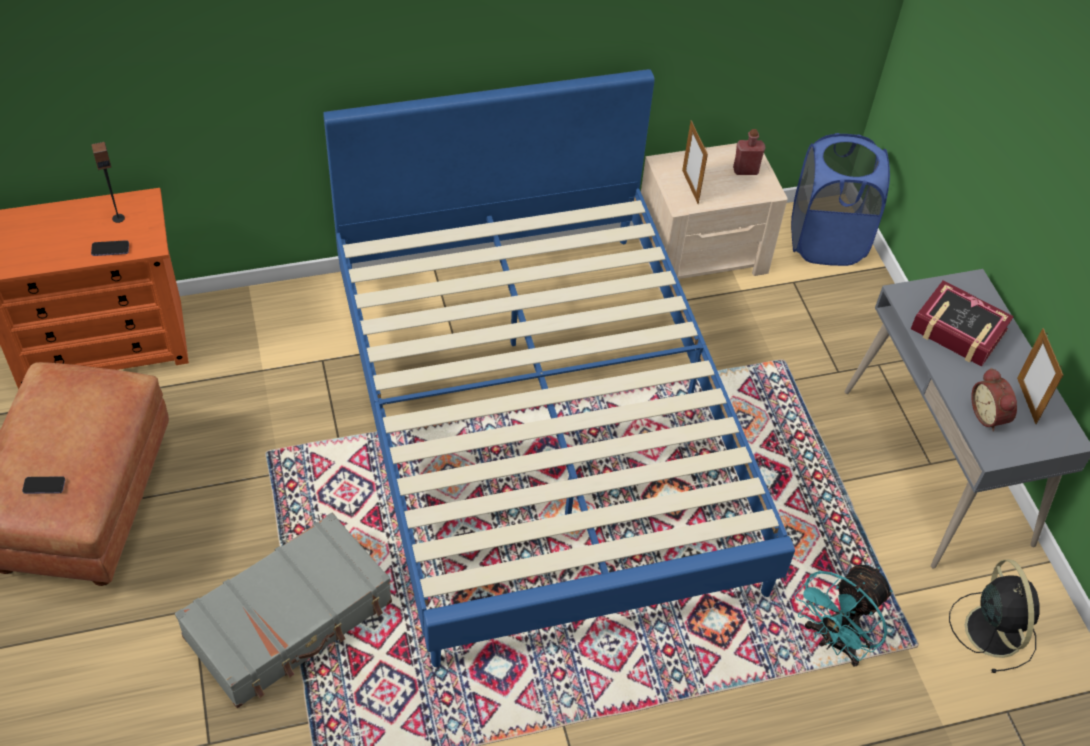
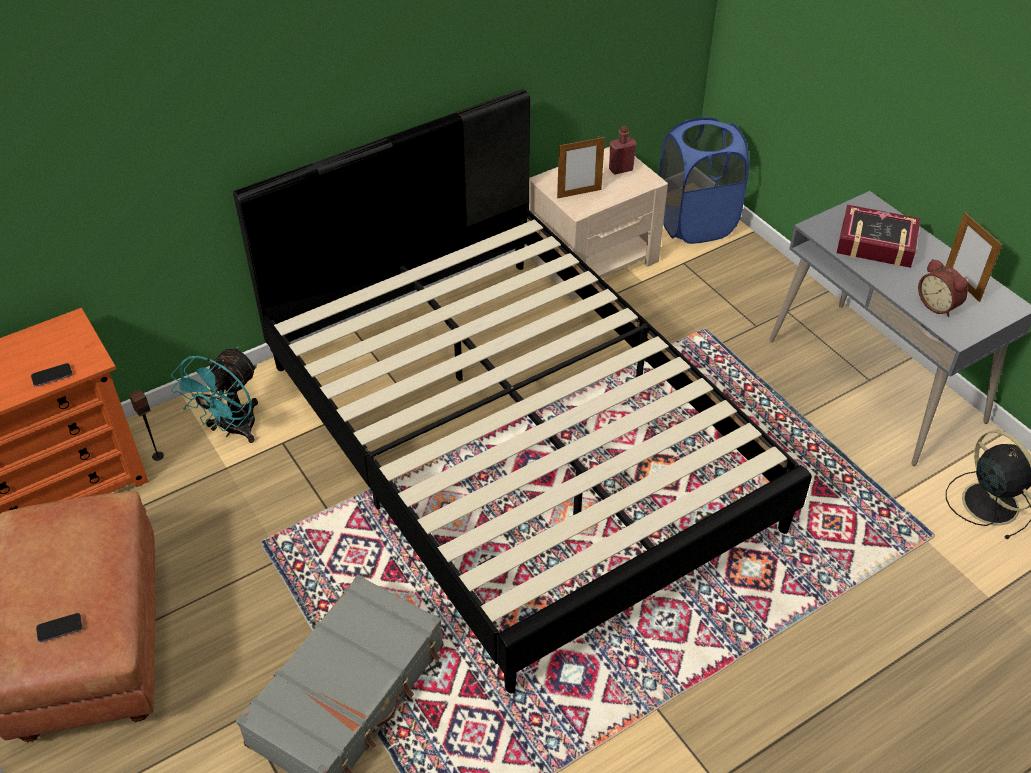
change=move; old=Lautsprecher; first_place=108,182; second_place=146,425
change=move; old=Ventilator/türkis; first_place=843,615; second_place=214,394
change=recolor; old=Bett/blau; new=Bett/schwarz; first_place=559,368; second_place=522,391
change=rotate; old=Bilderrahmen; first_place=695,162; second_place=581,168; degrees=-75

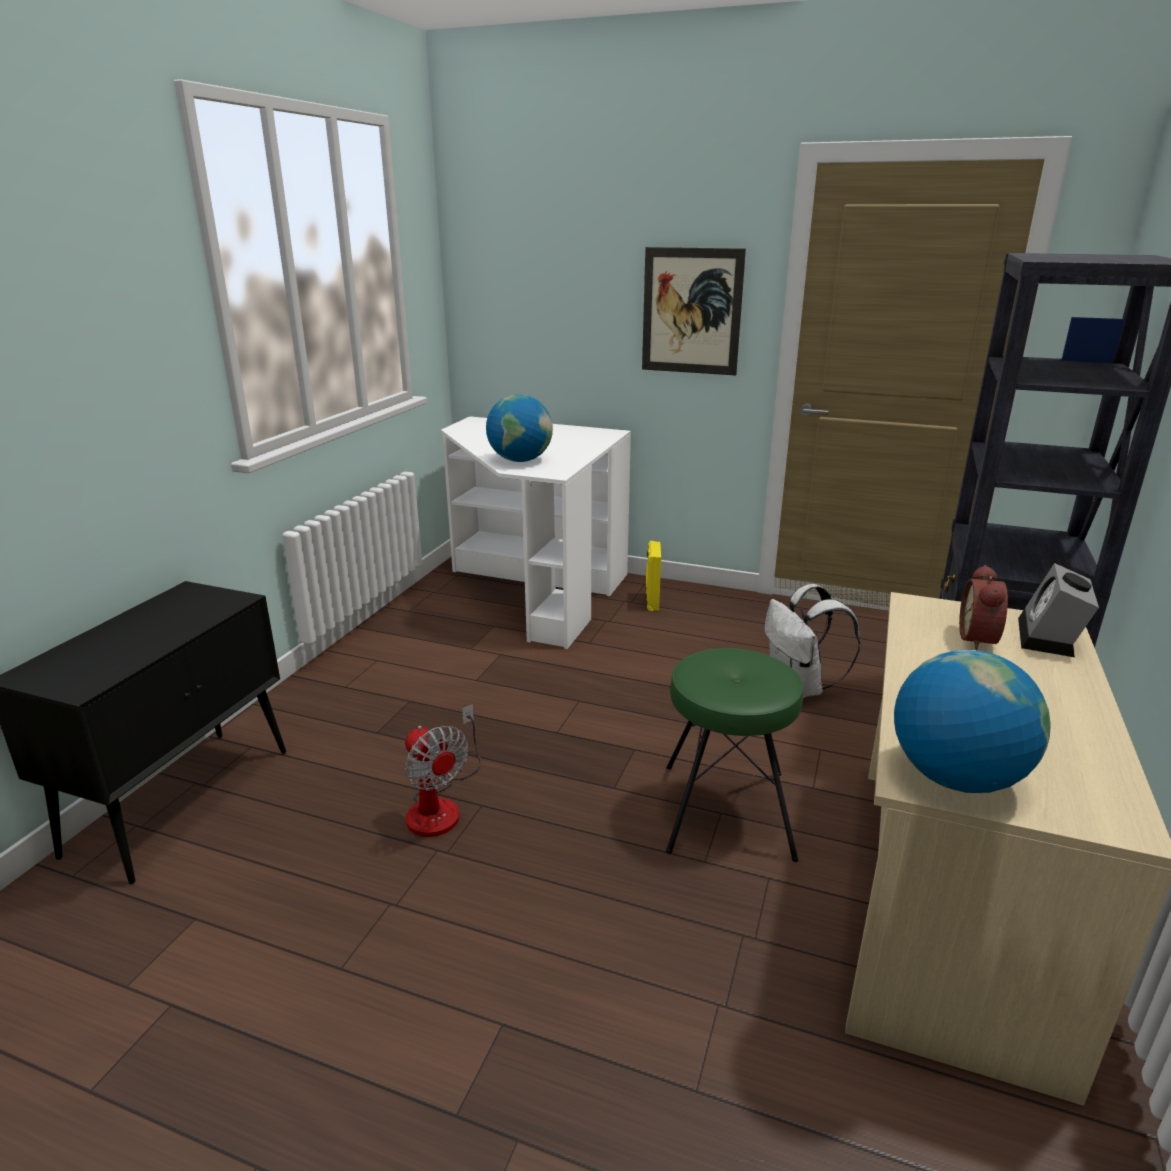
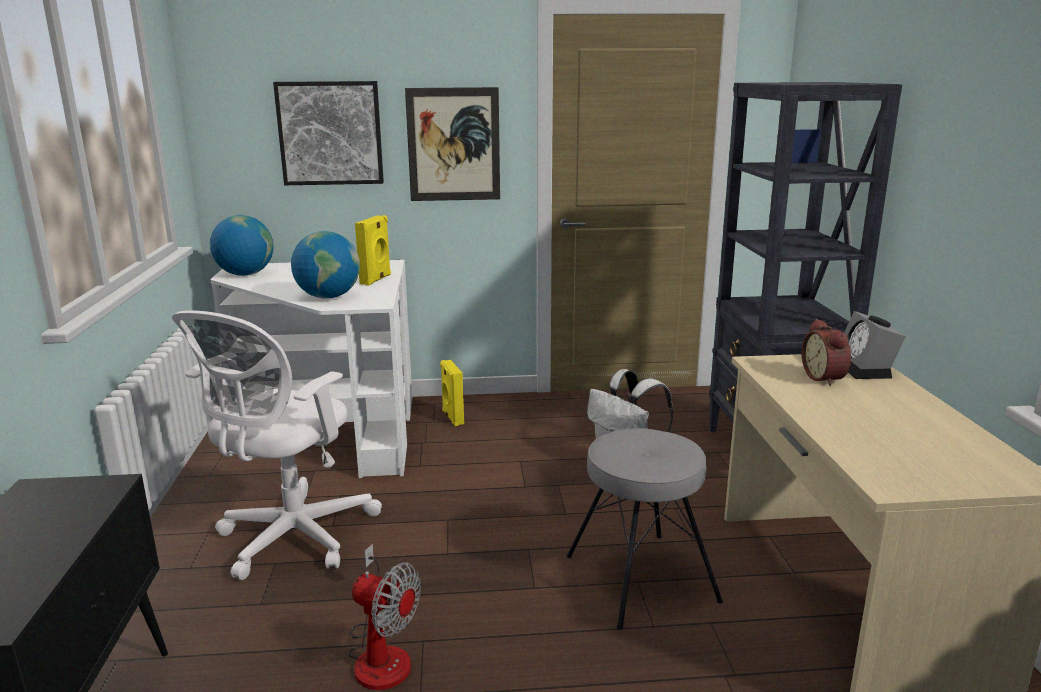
change=insert; new=Bürostuhl/weiß; second_place=277,445
change=insert; new=Bild; second_place=328,133
change=insert; new=Lautsprecher/gelb; second_place=373,250
change=move; old=Globus; first_place=972,721; second_place=241,245
change=recolor; old=Hocker/grün; new=Hocker/grau; first_place=734,755; second_place=644,529

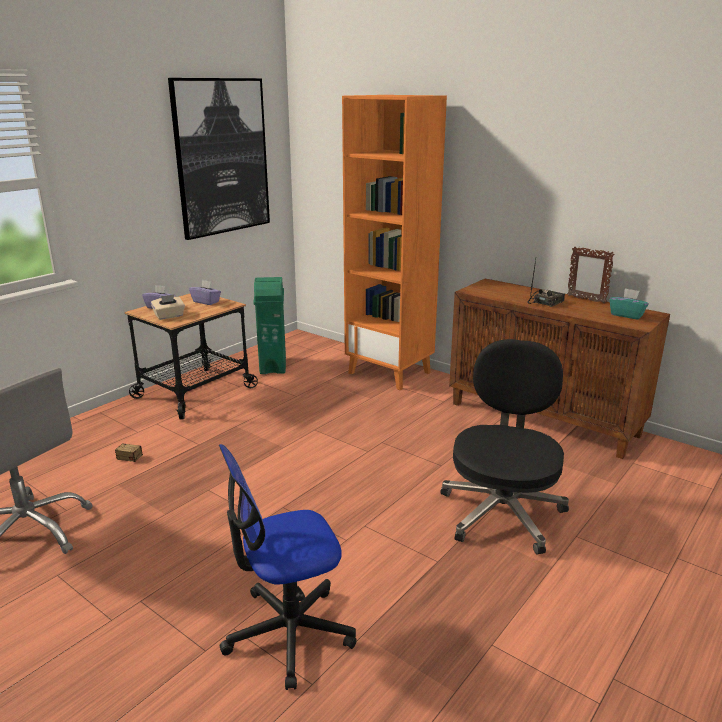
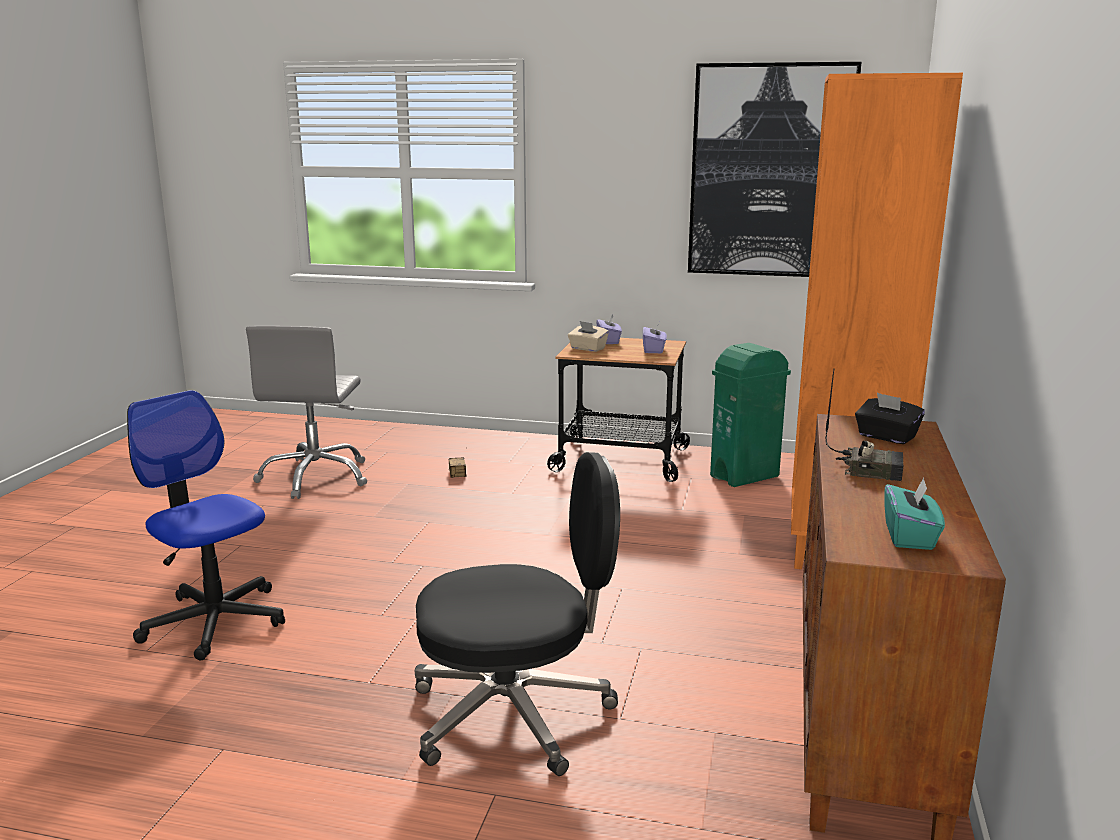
change=delete; old=Bilderrahmen; first_place=591,275
change=insert; new=Taschentuchbox/schwarz; second_place=890,418

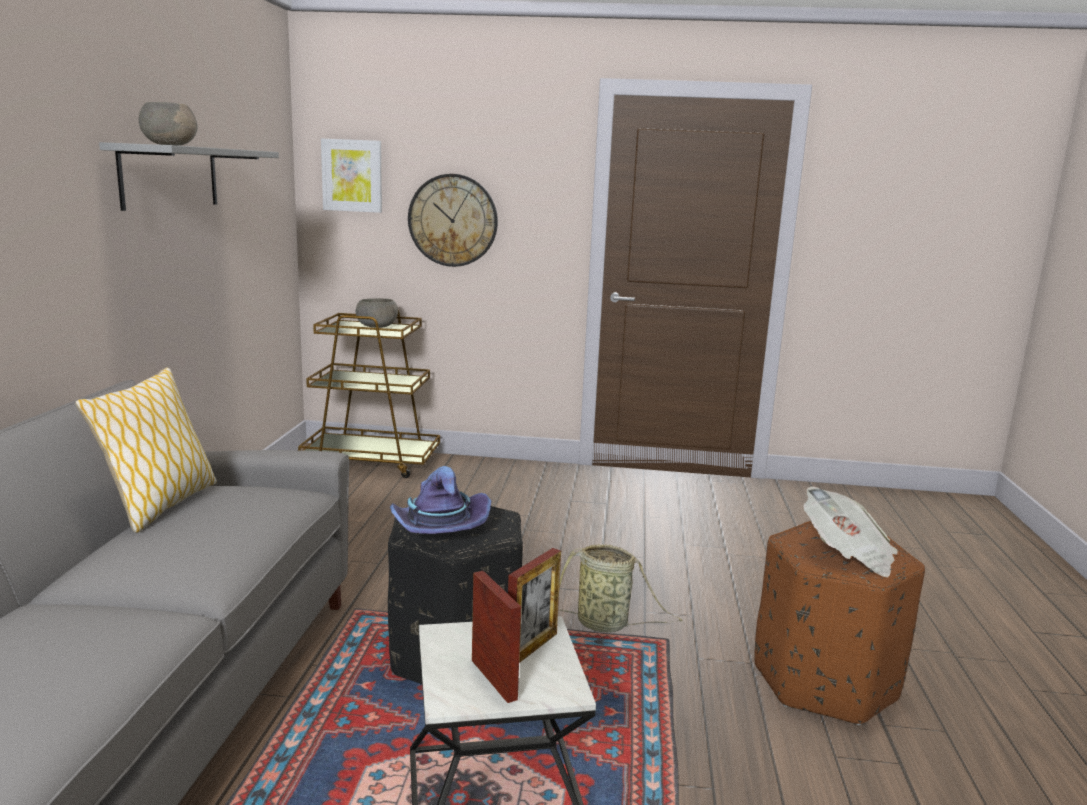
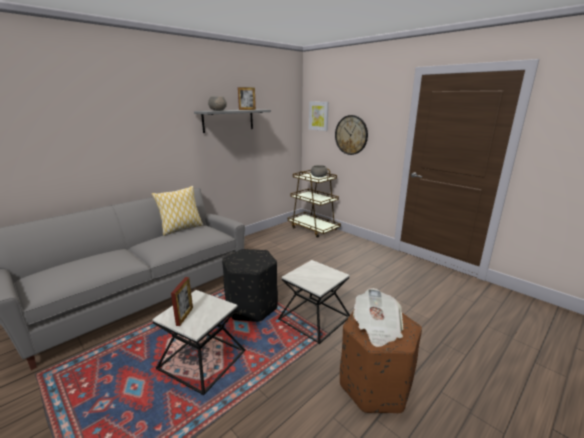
change=delete; old=Hut/lila; first_place=440,500
change=move; old=Bilderrahmen; first_place=534,605; second_place=247,98
change=replace; old=Korb; new=Beistelltisch; first_place=620,588; second_place=314,302

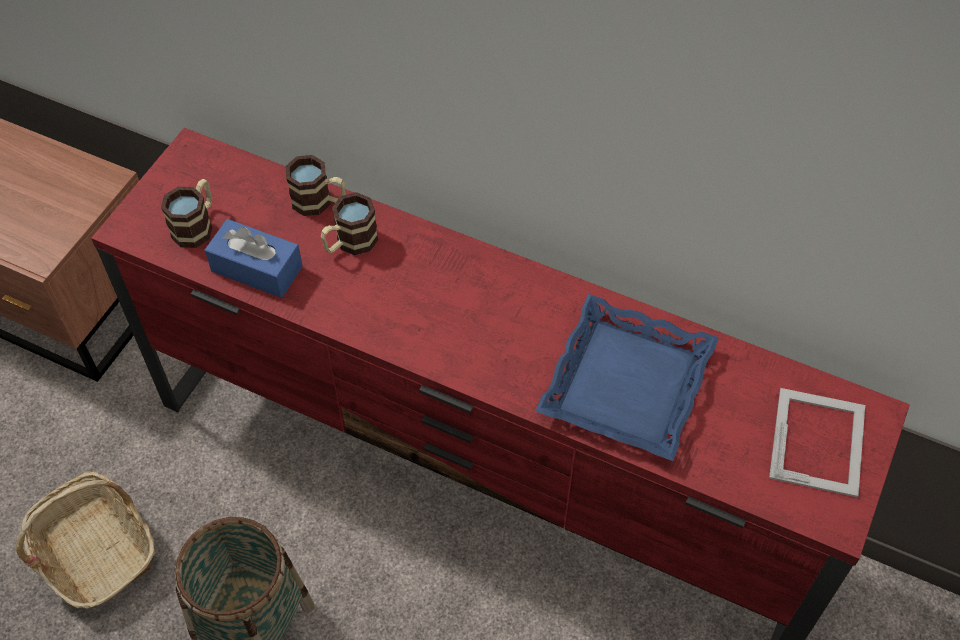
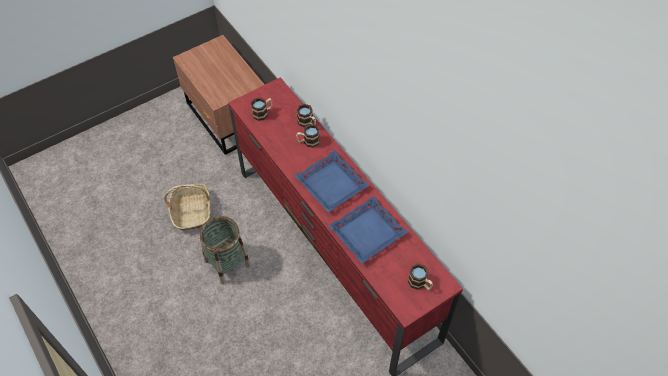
change=delete; old=Taschentuchbox/blau; first_place=254,258
change=insert; new=Tablett/blau; second_place=332,181
change=replace; old=Bilderrahmen; new=Henkelbecher; first_place=817,442; second_place=420,277

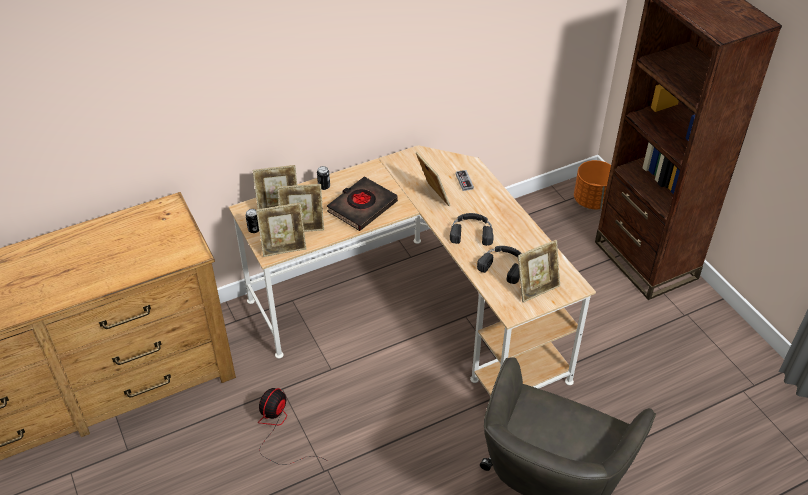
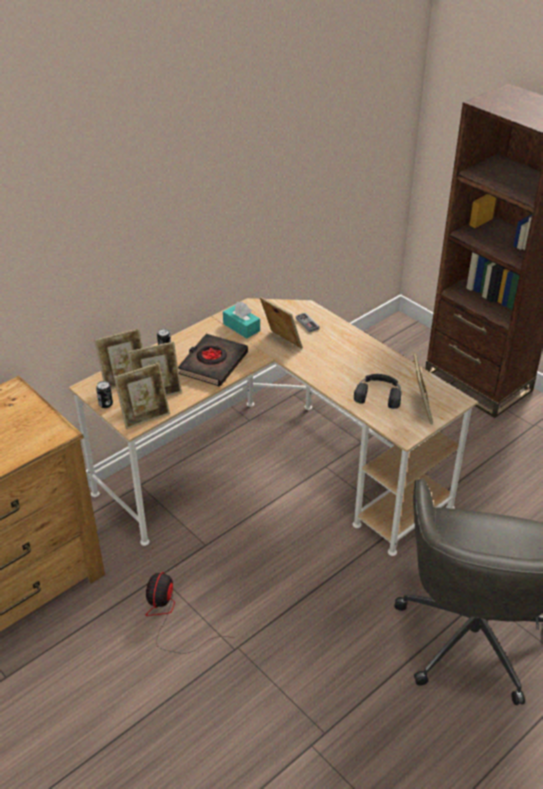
change=delete; old=Kopfhörer/schwarz; first_place=472,229
change=delete; old=Pflanzkübel/orange; first_place=592,185
change=insert; new=Taschentuchbox/türkis; second_place=241,320
change=rotate; old=Bilderrahmen; first_place=539,271; second_place=423,389; degrees=-45

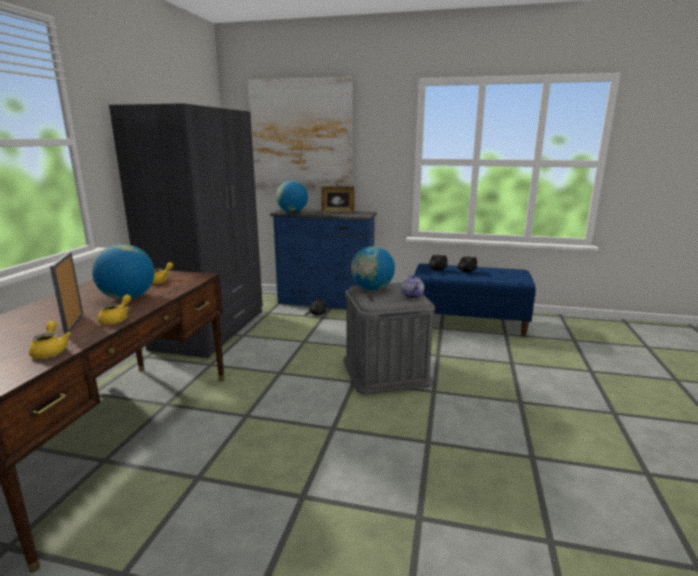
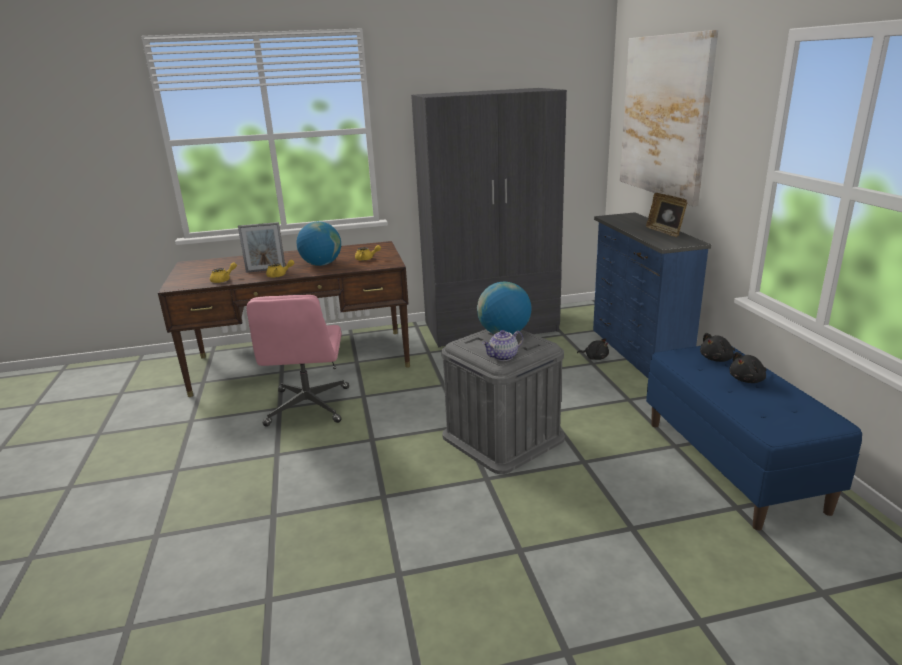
change=delete; old=Globus; first_place=292,196
change=insert; new=Bürostuhl/rosa; second_place=297,361
change=rotate; old=Bilderrahmen; first_place=66,293; second_place=261,247; degrees=-150

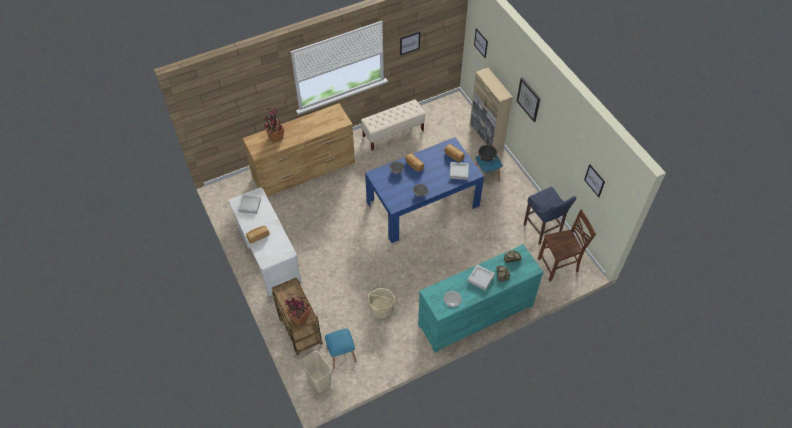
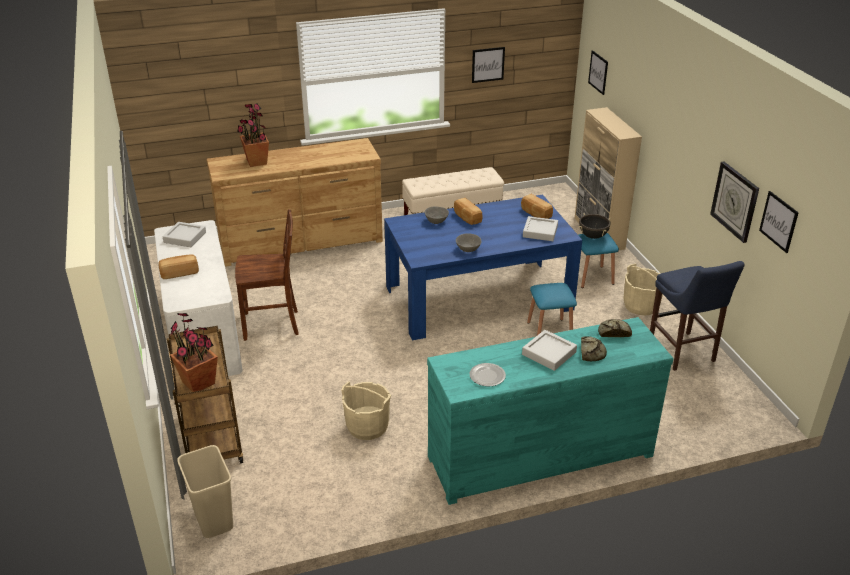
change=insert; new=Eimer/beige; second_place=643,289
change=move; old=Hocker/blau; first_place=340,348; second_place=552,309
change=move; old=Wanduhr; first_place=529,99; second_place=734,202
change=move; old=Stuhl/braun; first_place=567,245; second_place=267,275

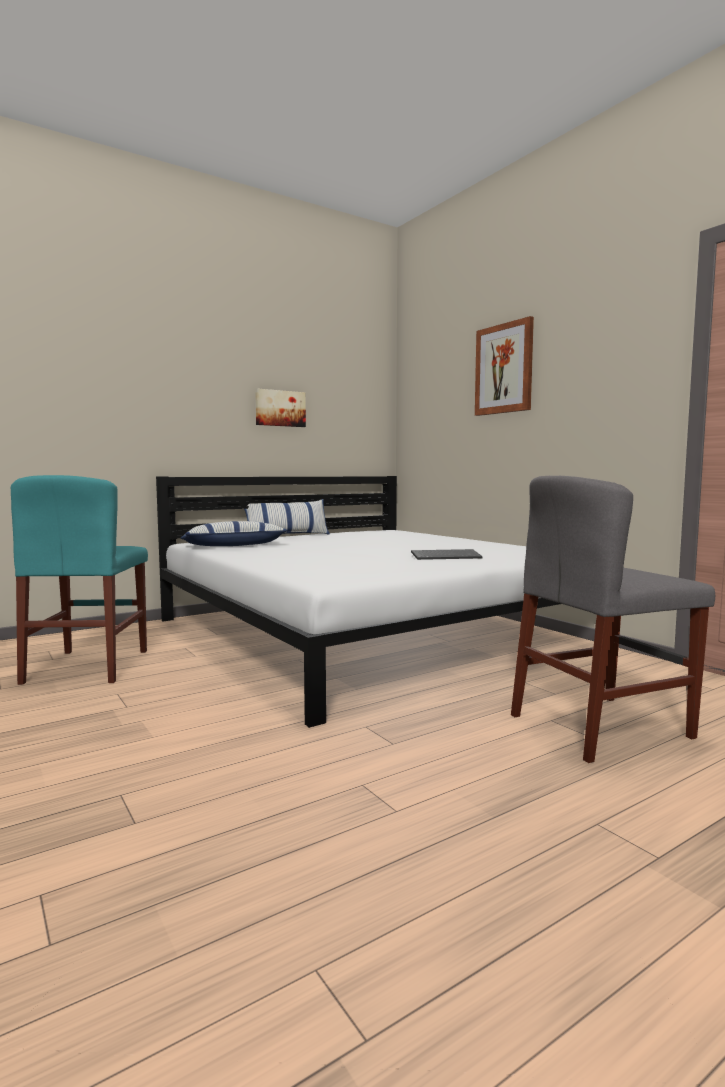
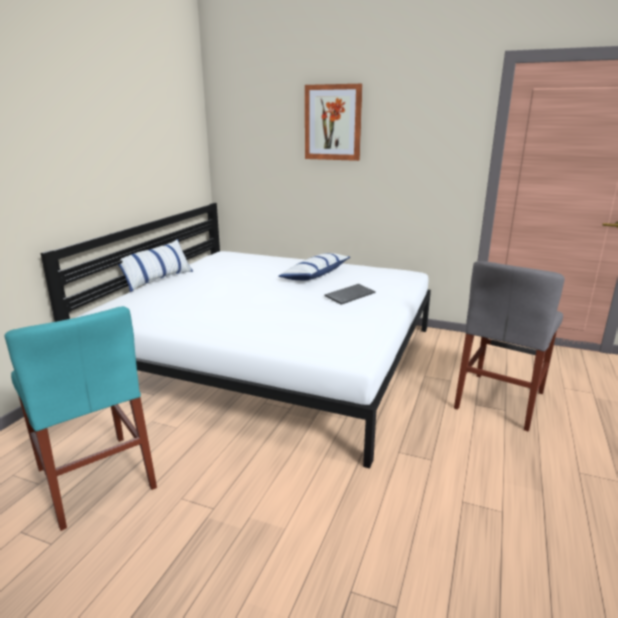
change=delete; old=Bild; first_place=280,407
change=move; old=Kissen; first_place=234,533; second_place=314,267

